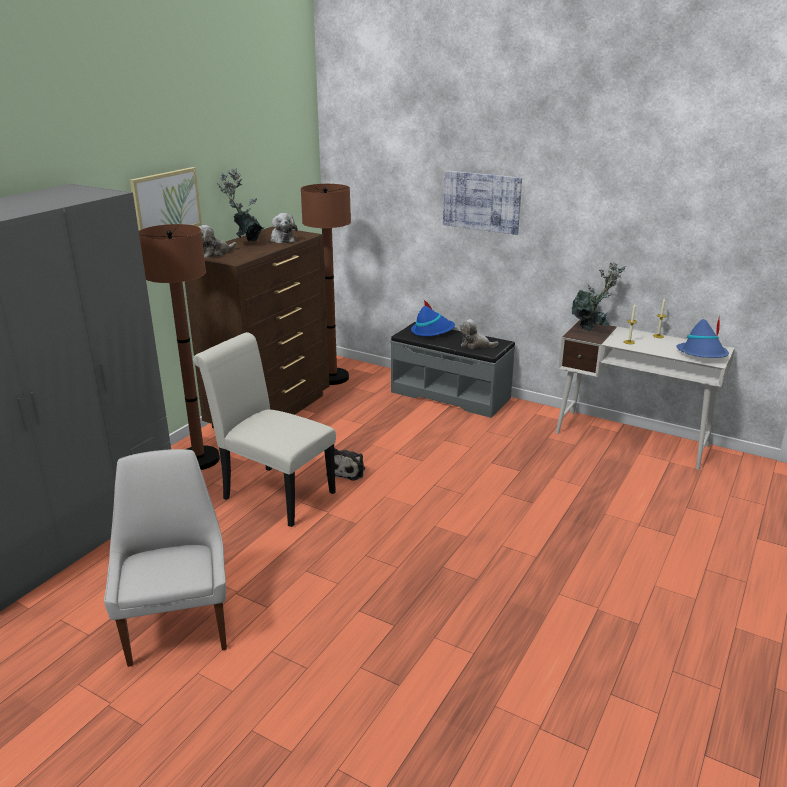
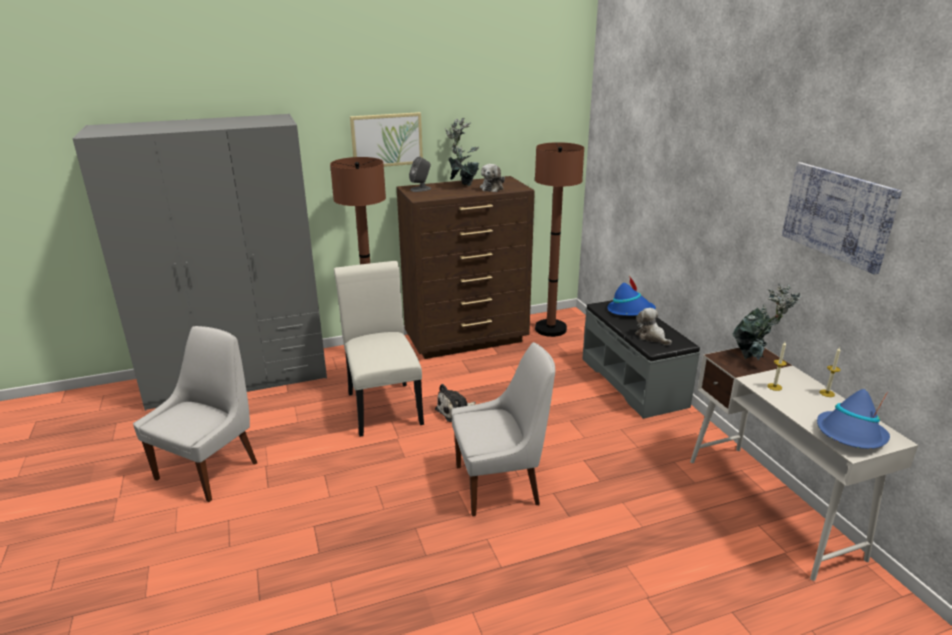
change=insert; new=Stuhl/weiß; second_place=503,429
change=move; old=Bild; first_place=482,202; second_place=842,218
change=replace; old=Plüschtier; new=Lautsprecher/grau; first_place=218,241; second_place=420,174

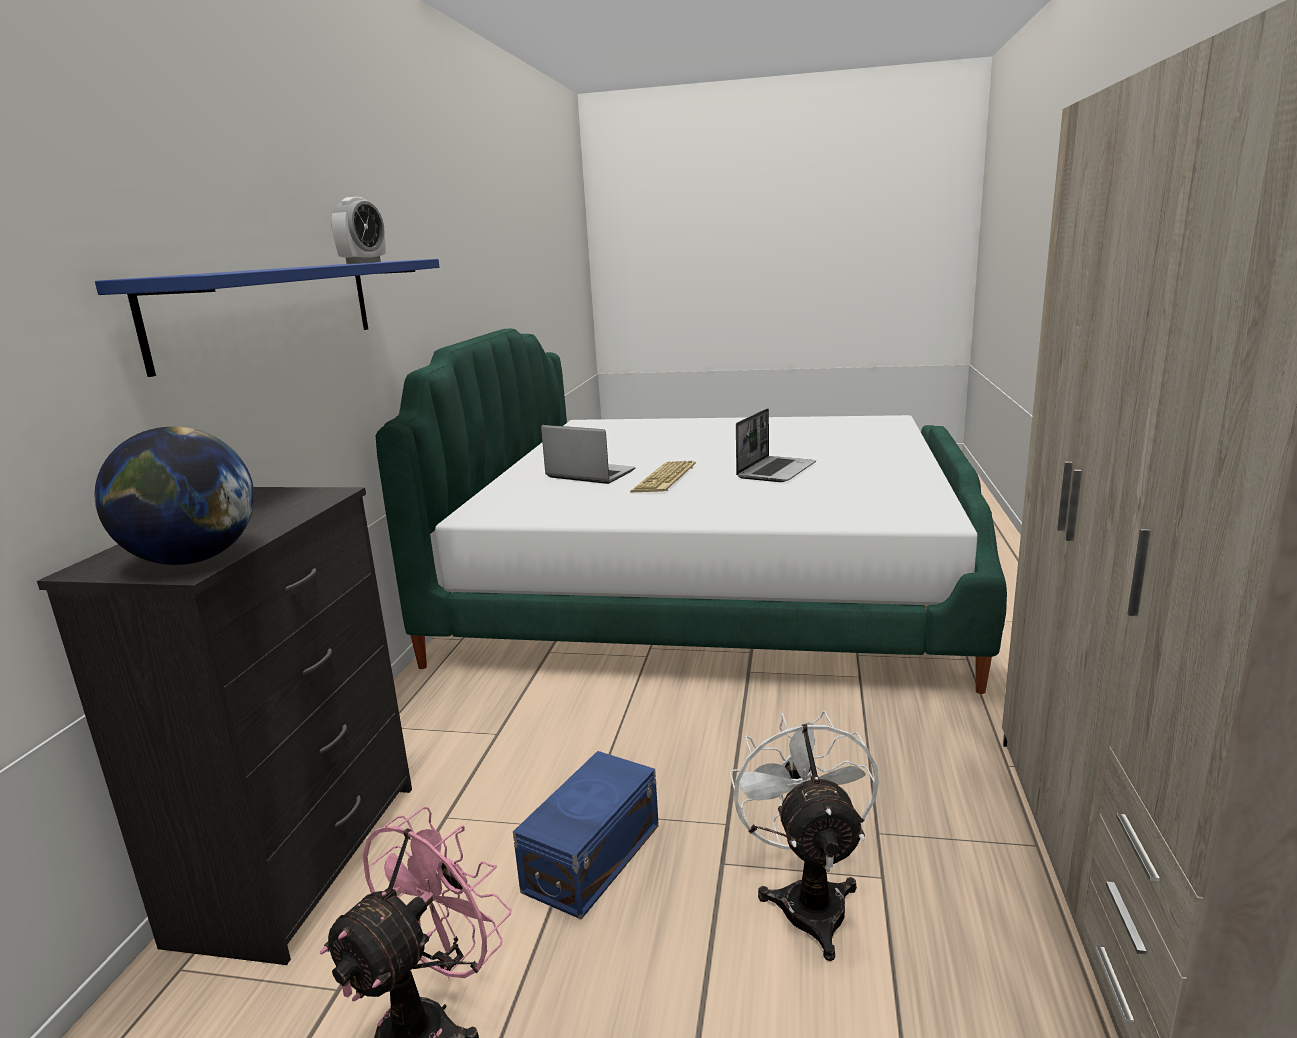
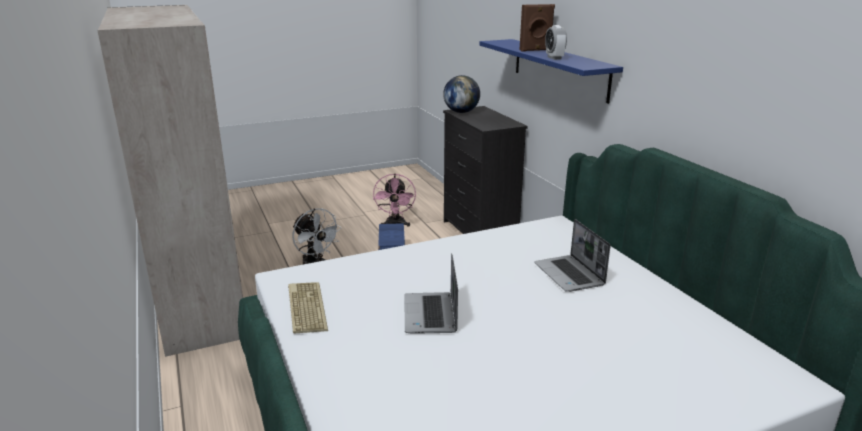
change=insert; new=Lautsprecher/braun; second_place=537,28
change=move; old=Tastatur; first_place=663,477; second_place=308,307
change=rotate; old=Laptop; first_place=588,454; second_place=572,255; degrees=75

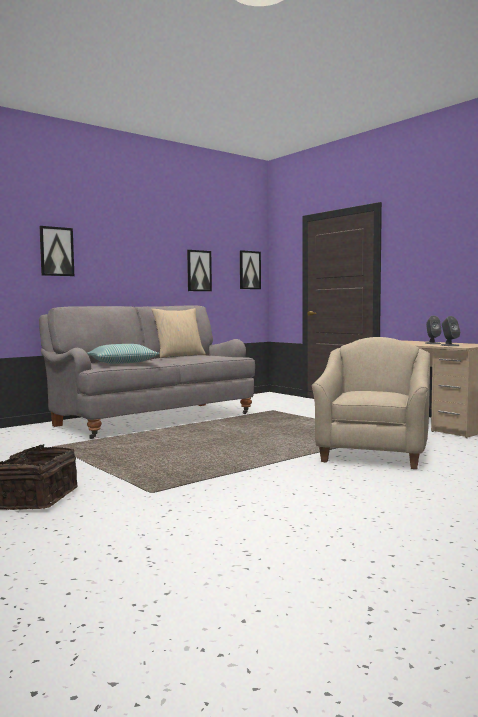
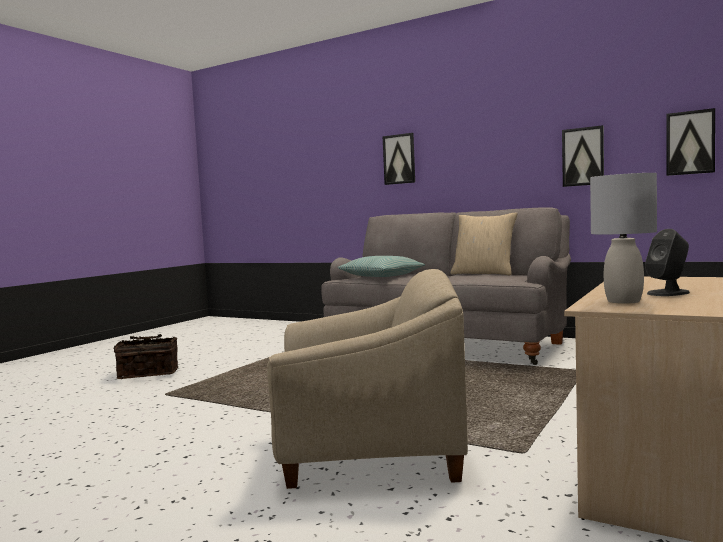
change=replace; old=Lautsprecher/grau; new=Tischlampe/grau; first_place=450,331; second_place=623,238

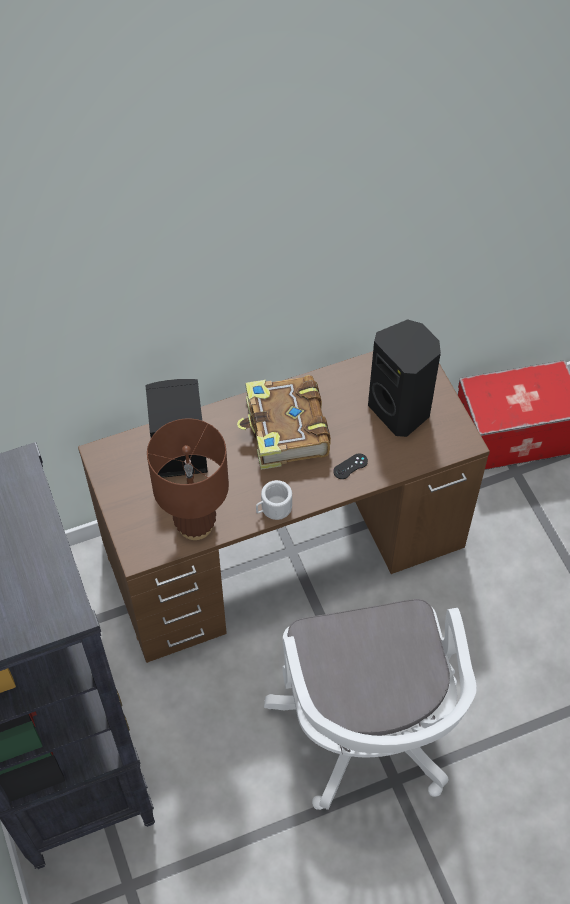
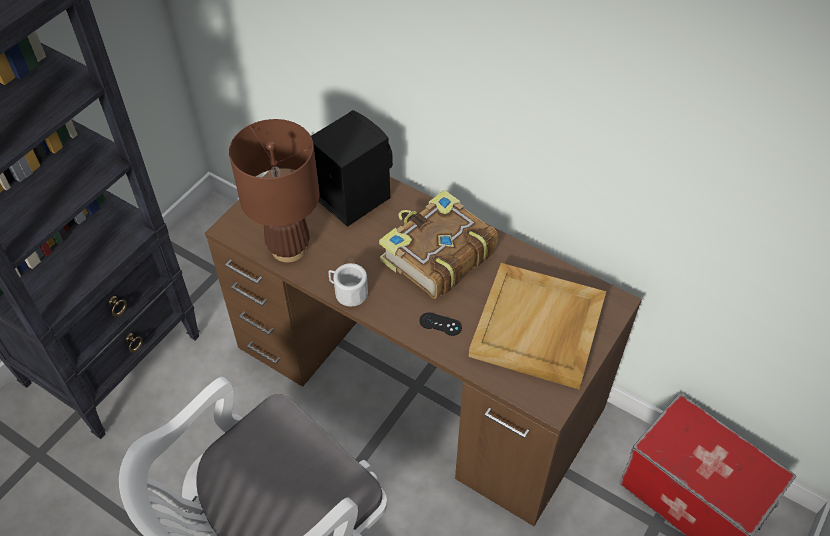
change=replace; old=Lautsprecher/schwarz; new=Tablett/beige; first_place=404,378; second_place=537,326

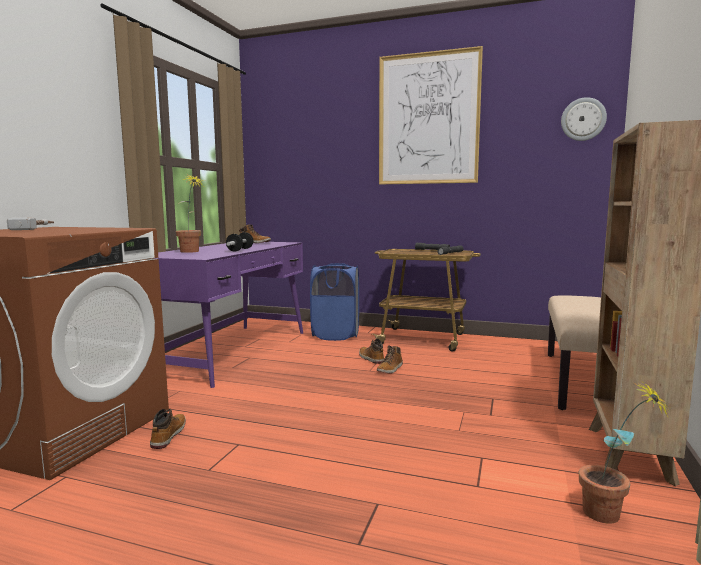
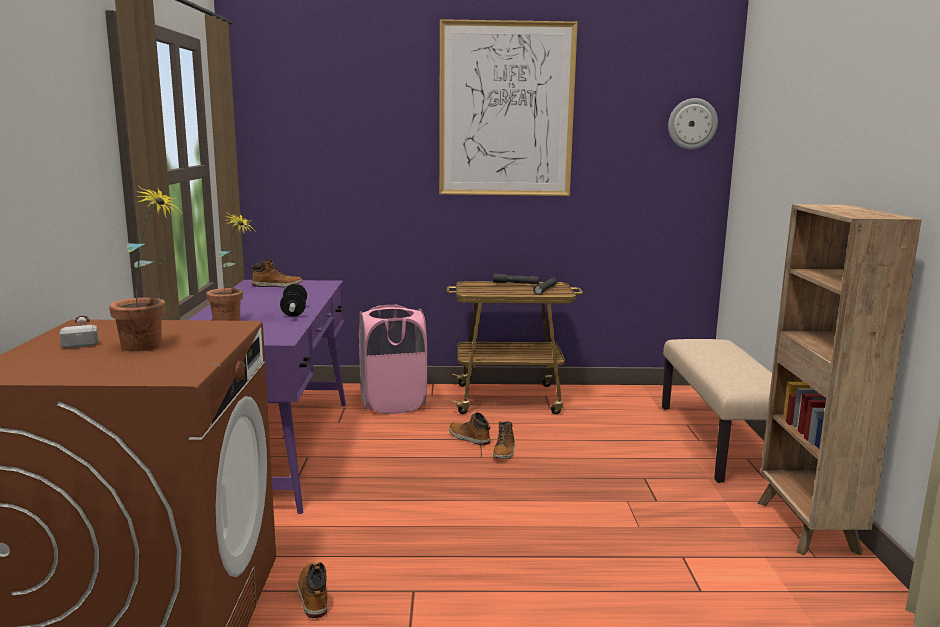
change=move; old=Topfpflanze; first_place=624,453; second_place=145,268
change=recolor; old=Wäschekorb/blau; new=Wäschekorb/rosa; first_place=334,302; second_place=393,359

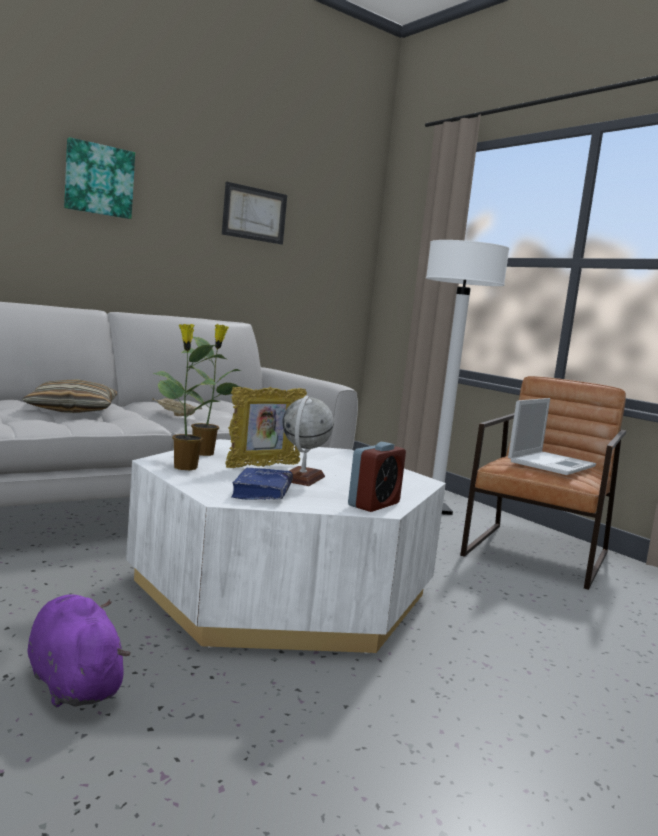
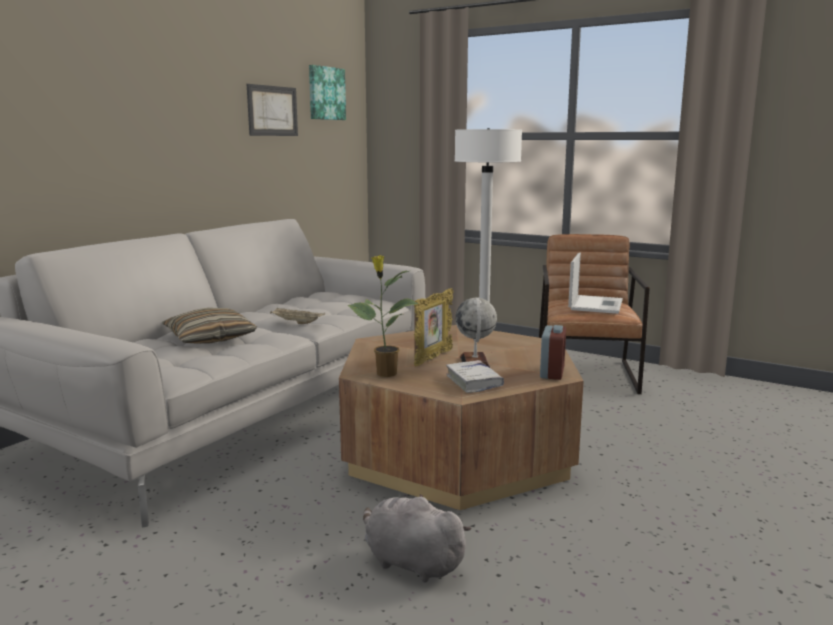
change=delete; old=Topfpflanze; first_place=212,390
change=move; old=Bild; first_place=99,178; second_place=327,92
change=recolor; old=Plüschtier/lila; new=Plüschtier/grau; first_place=79,651; second_place=417,538
change=recolor; old=Couchtisch/weiß; new=Couchtisch/braun; first_place=286,546; second_place=461,417
change=recolor; old=Buch/blau; new=Buch/weiß; first_place=262,484; second_place=475,376

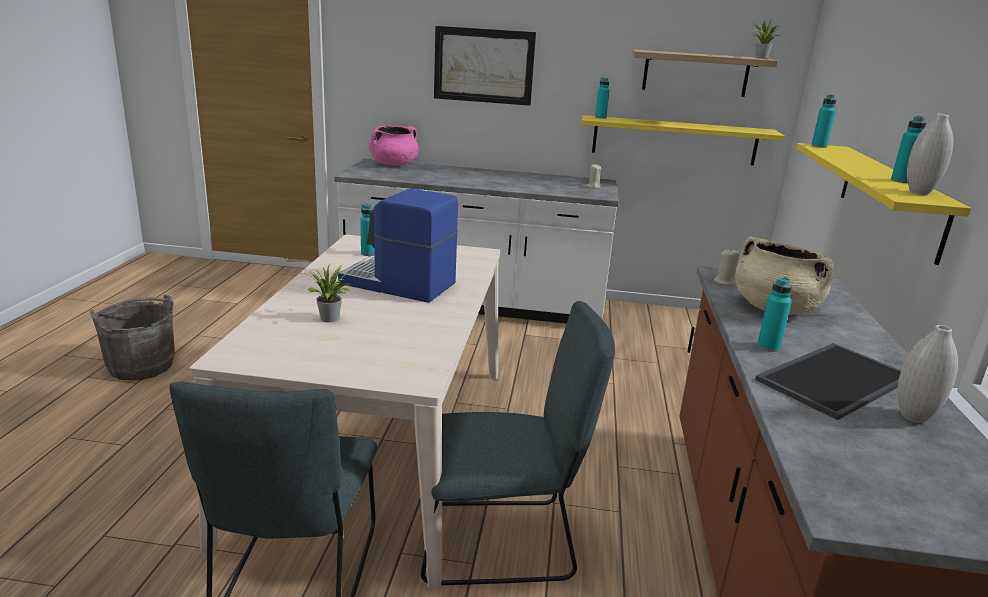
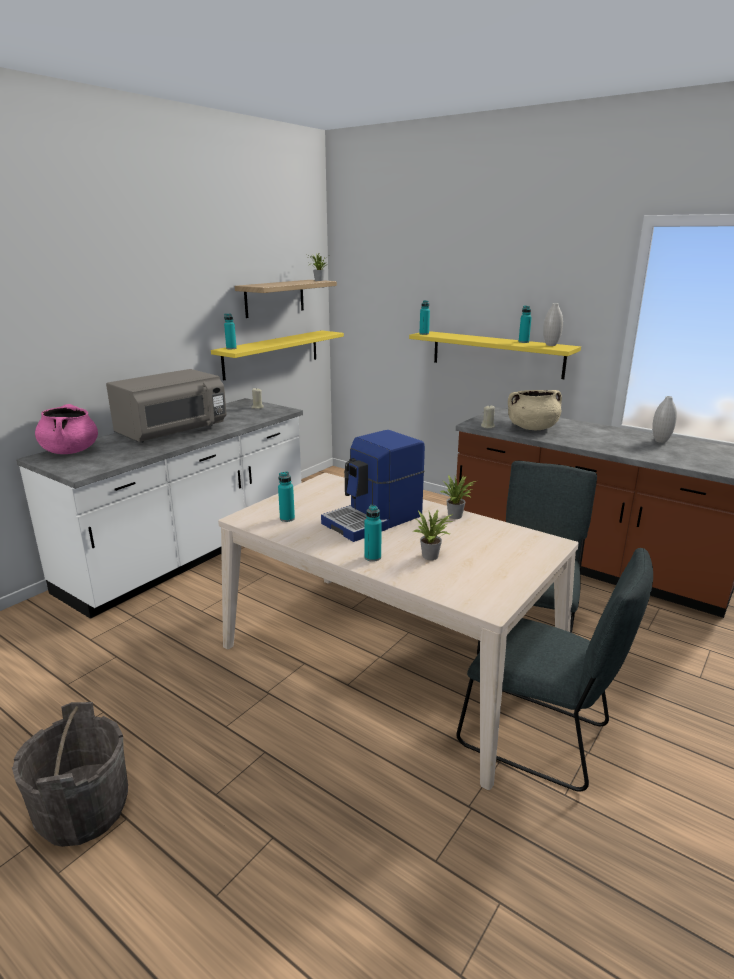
change=delete; old=Bild; first_place=485,66
change=delete; old=Tablett; first_place=828,381
change=insert; new=Mikrowelle/grau; second_place=166,406
change=insert; new=Topfpflanze; second_place=458,497
change=move; old=Flasche/türkis; first_place=774,314; second_place=373,533

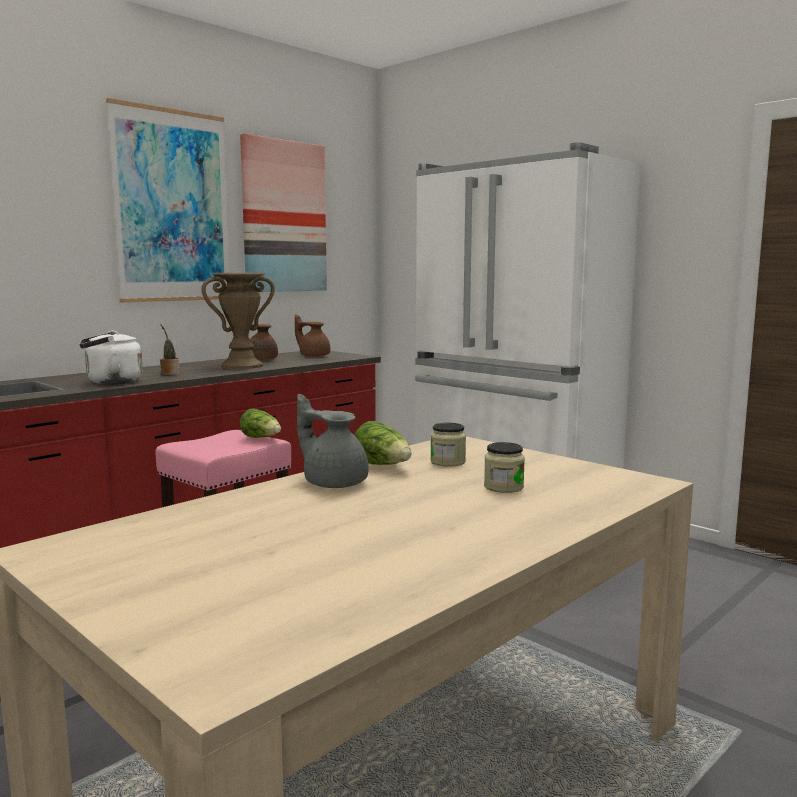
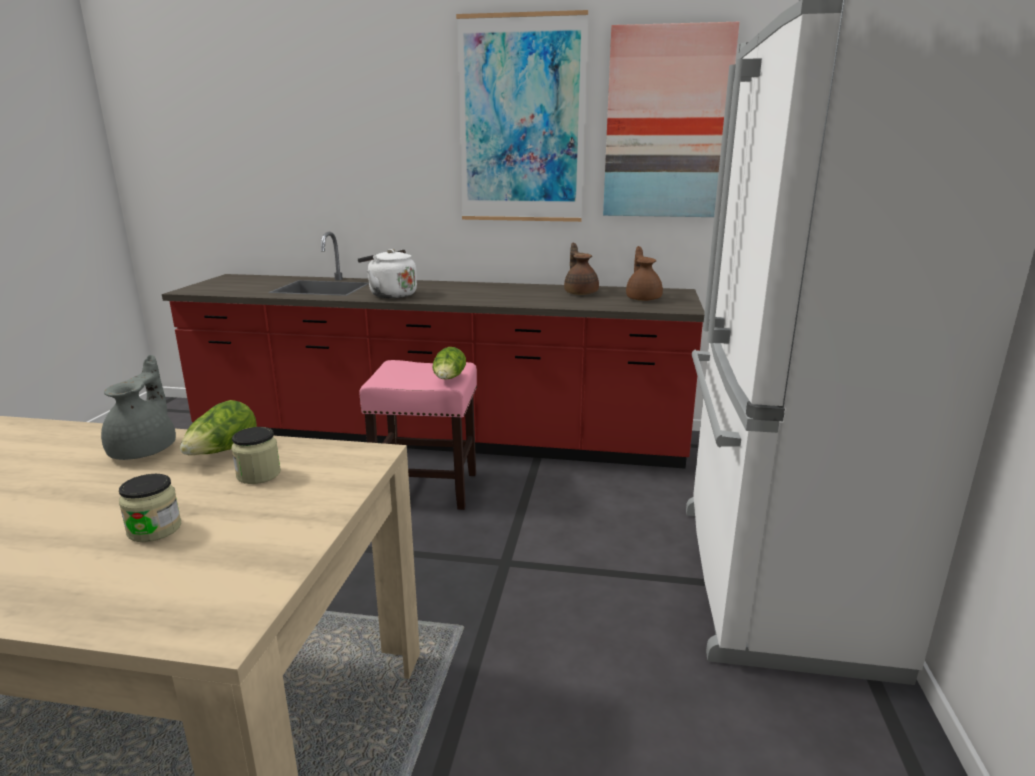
change=delete; old=Topfpflanze; first_place=170,349
change=delete; old=Vase/braun; first_place=238,321

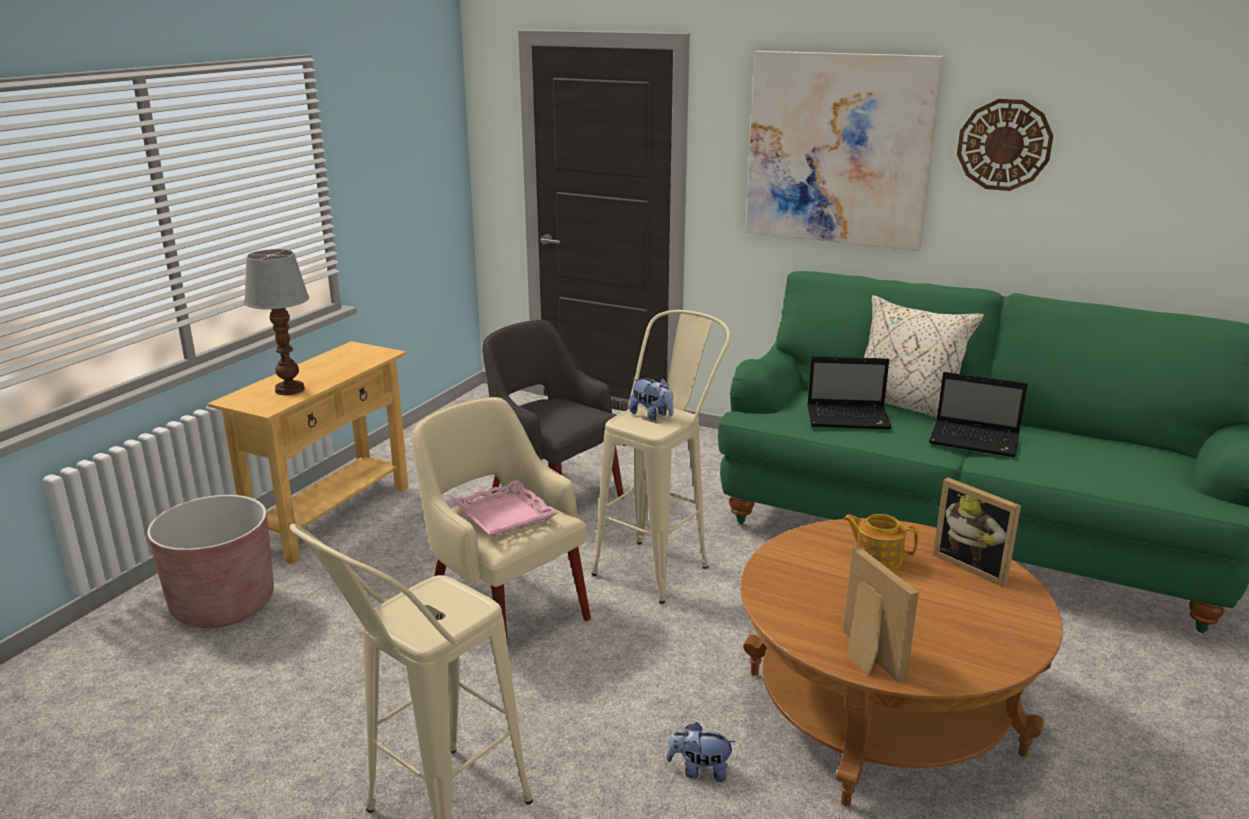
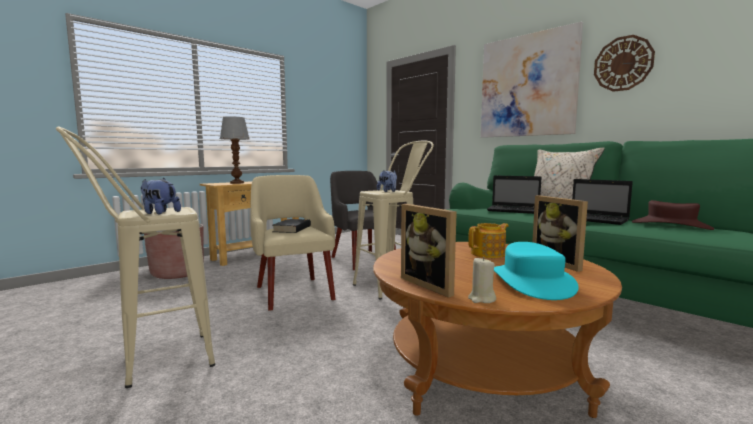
change=insert; new=Kerze/beige; second_place=482,280
change=insert; new=Hut/türkis; second_place=536,271
change=insert; new=Hut/braun; second_place=673,215
change=move; old=Plüschtier; first_place=701,752; second_place=161,196
change=replace; old=Tablett/rosa; new=Buch/schwarz; first_place=505,509; second_place=292,226
change=rotate; old=Teekanne; first_place=881,542; second_place=488,240; degrees=105
change=rotate; old=Bilderrahmen; first_place=881,614; second_place=429,251; degrees=150

